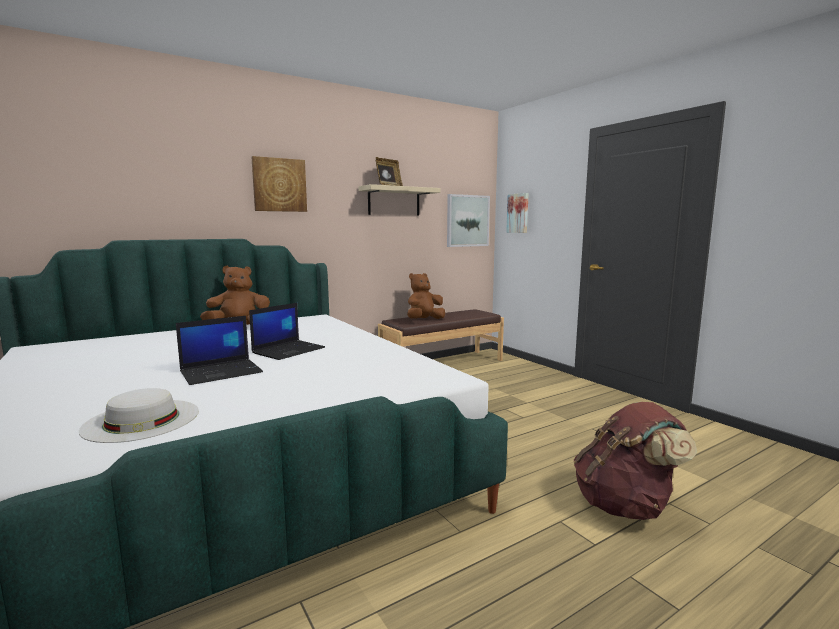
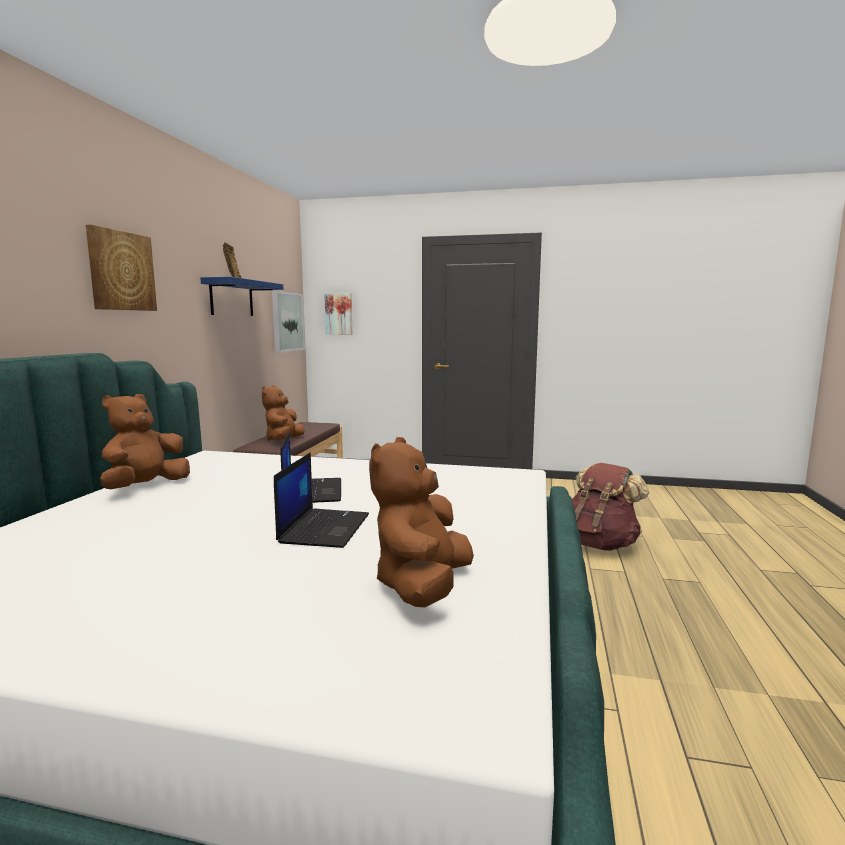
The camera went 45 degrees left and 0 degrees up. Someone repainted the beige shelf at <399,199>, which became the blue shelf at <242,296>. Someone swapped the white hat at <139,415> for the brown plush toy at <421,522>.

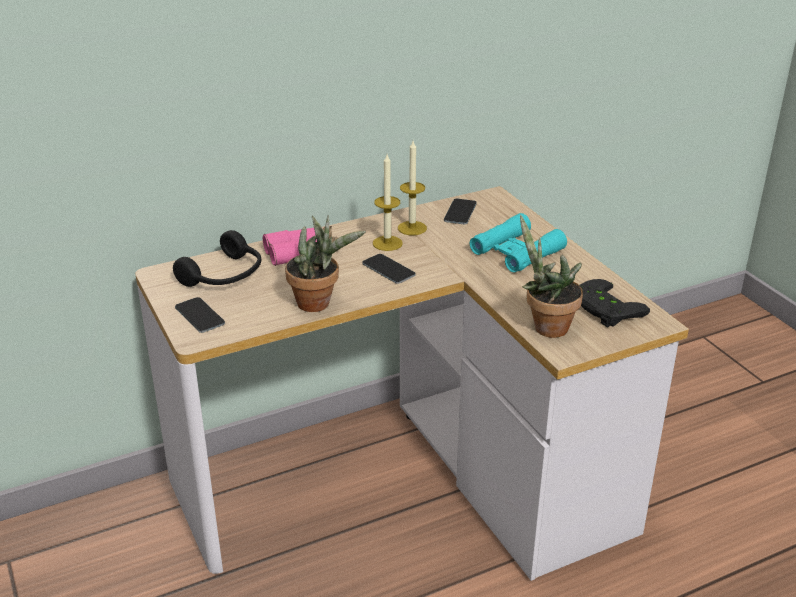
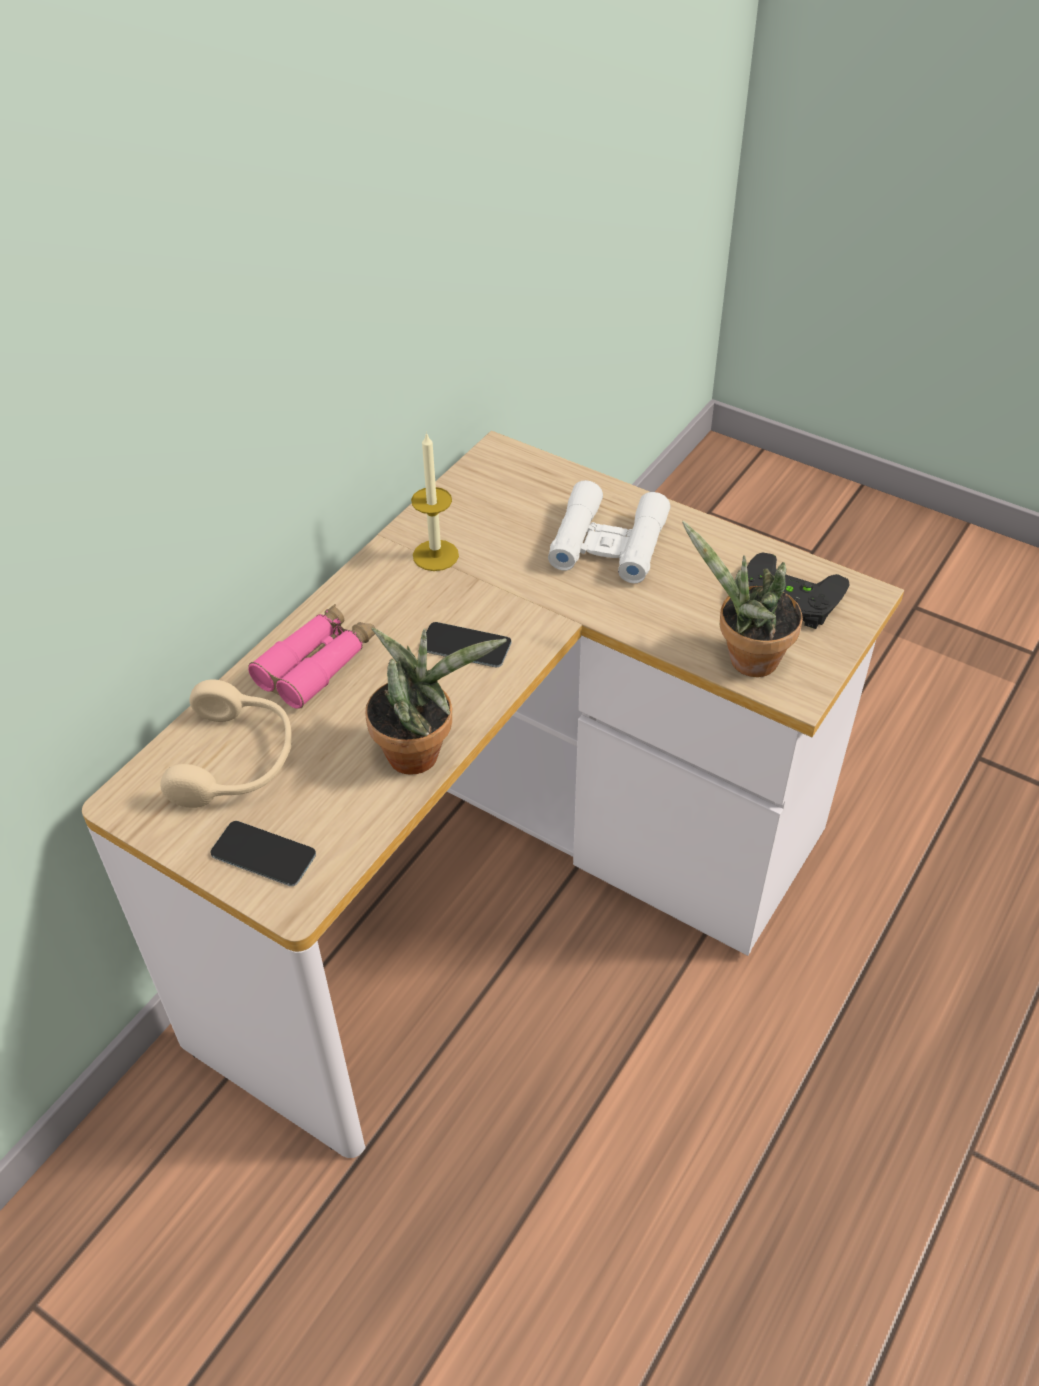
The camera went 30 degrees left and 15 degrees up. Someone repainted the black headphones at <217,258>, which became the beige headphones at <226,744>. Someone repainted the turquoise binoculars at <518,242>, which became the white binoculars at <609,531>. Someone took away the candle at <388,202>. Someone took away the phone at <460,211>.

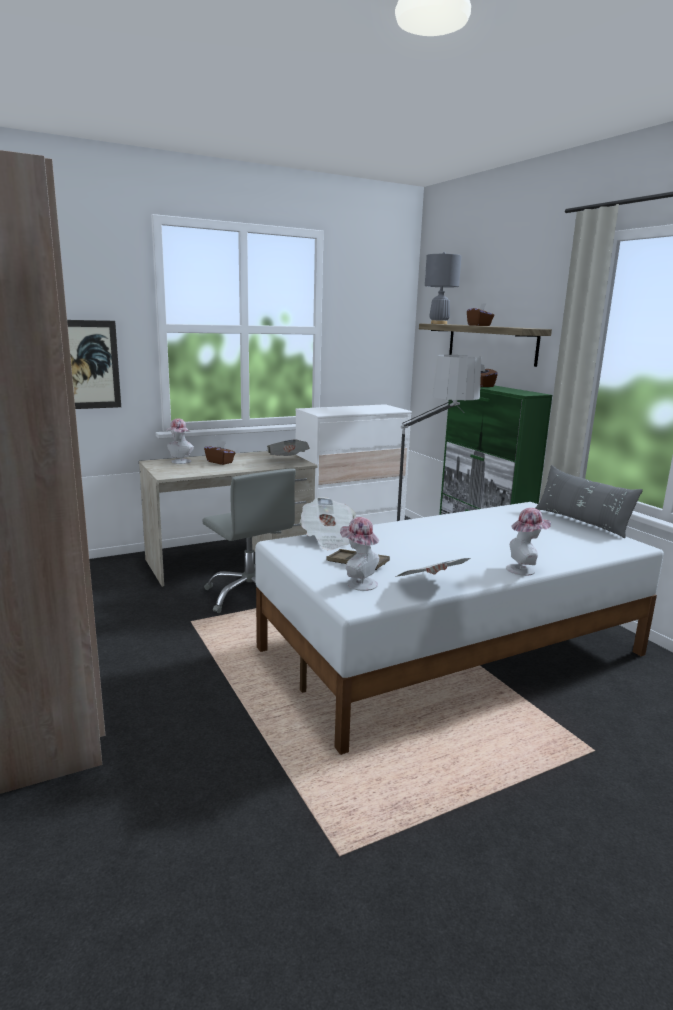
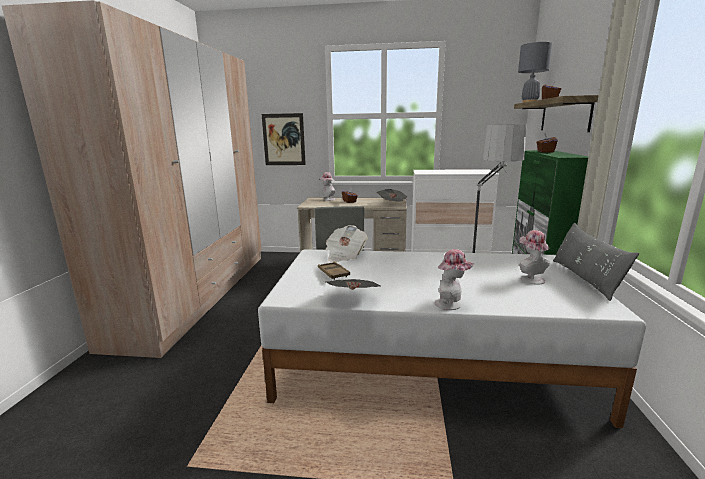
The camera went 35 degrees right and 0 degrees up. Someone carried the hat from <359,554> to <534,257>.

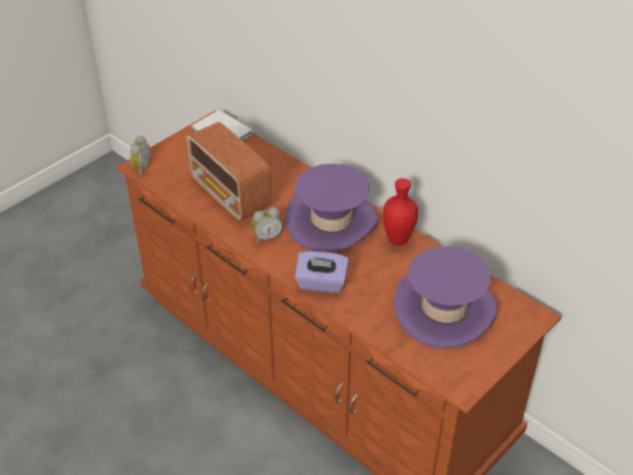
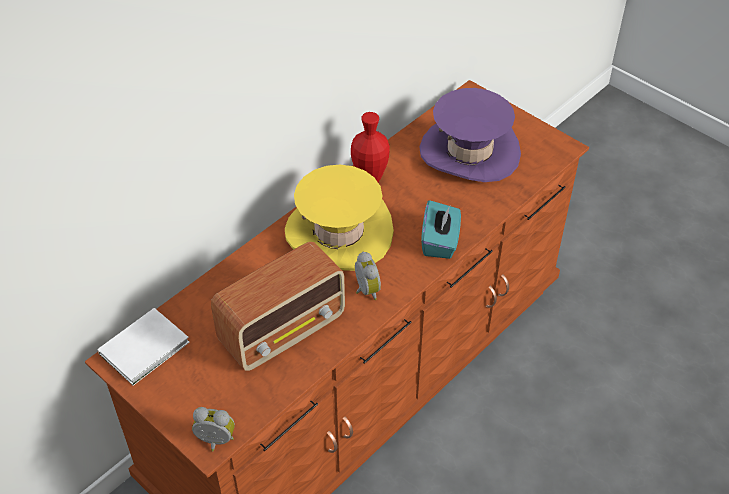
The camera went 90 degrees left and 5 degrees up. Someone repainted the purple hat at <331,208>, which became the yellow hat at <339,218>. Someone repainted the purple tissue box at <322,272>, which became the turquoise tissue box at <441,229>.

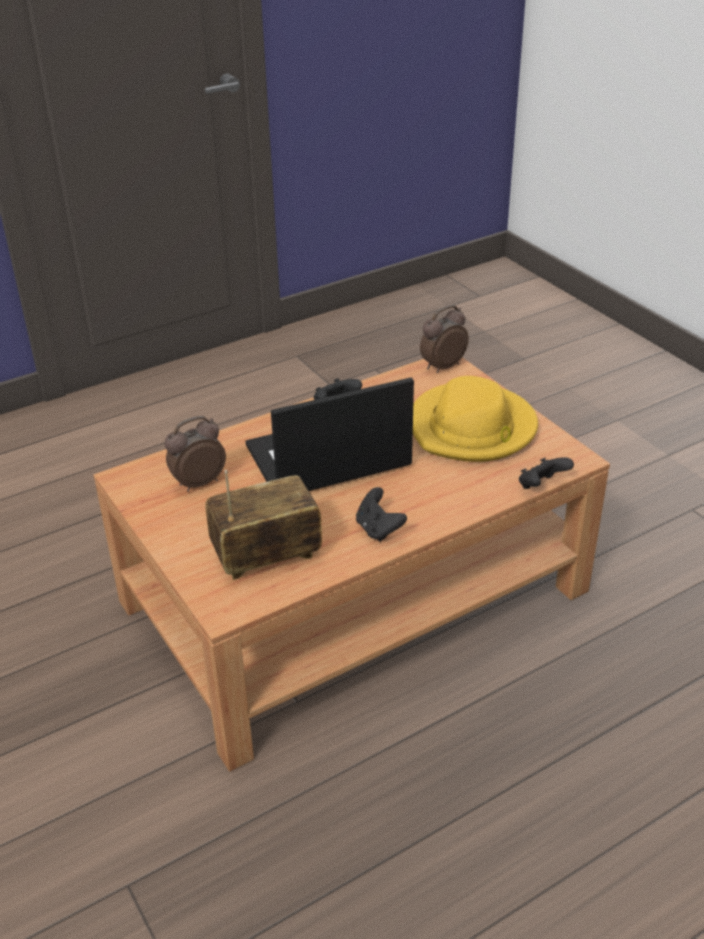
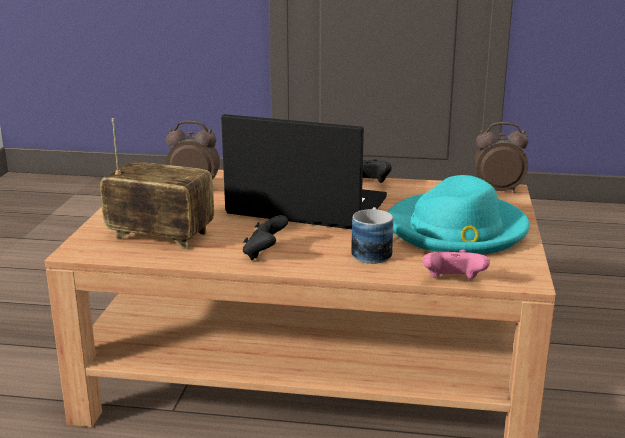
The camera went 40 degrees right and 15 degrees down. Someone put down the mug at <372,235>. Someone repainted the yellow hat at <475,419>, which became the turquoise hat at <458,215>. Someone repainted the black game controller at <546,473>, which became the pink game controller at <456,264>.

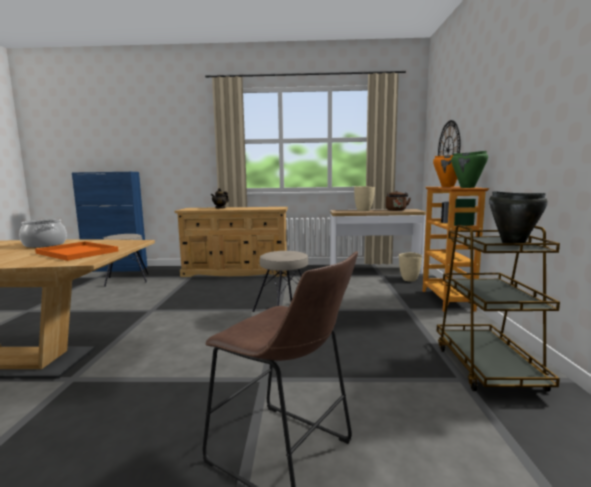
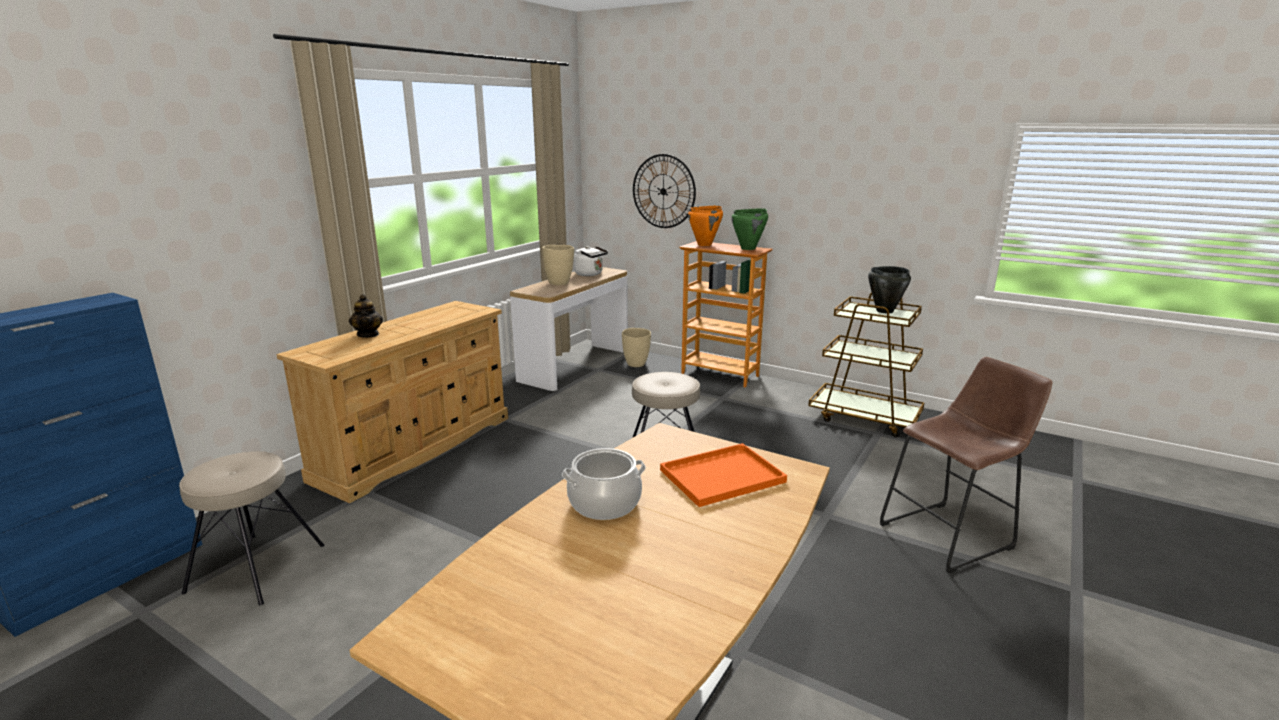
The camera went 60 degrees left and 10 degrees up. Someone repainted the brown kettle at <398,201>, which became the white kettle at <591,261>.

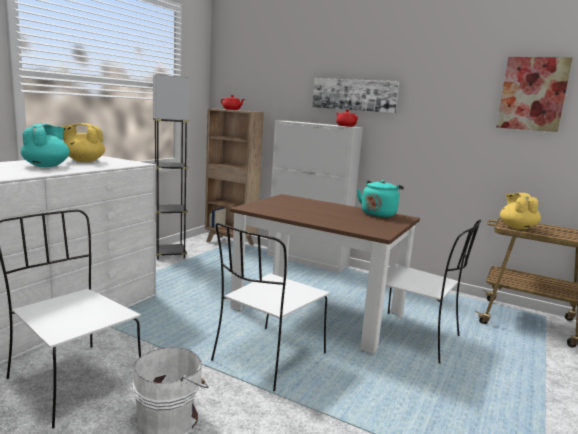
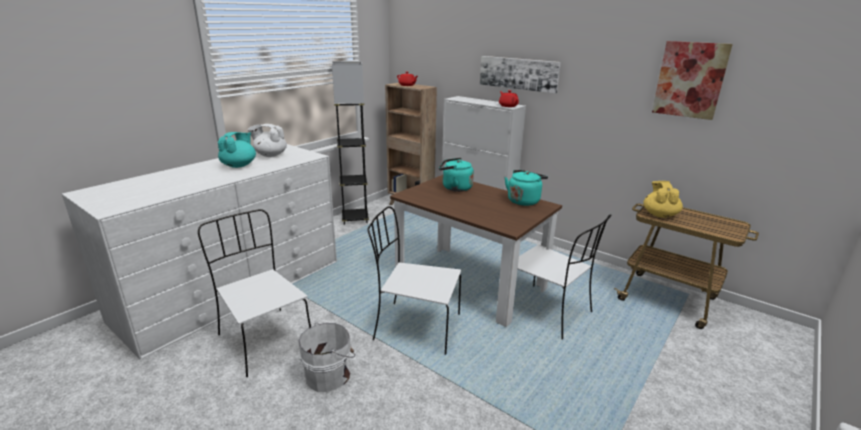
The camera went 10 degrees right and 10 degrees up. Someone repainted the yellow teapot at <83,142>, which became the white teapot at <267,140>. Someone rotated the white chair at <270,307> by 60 degrees clockwise. Someone put down the turquoise kettle at <456,175>.

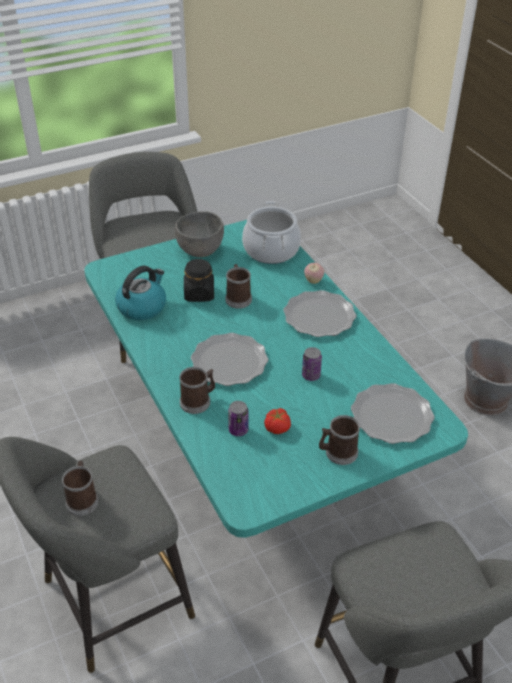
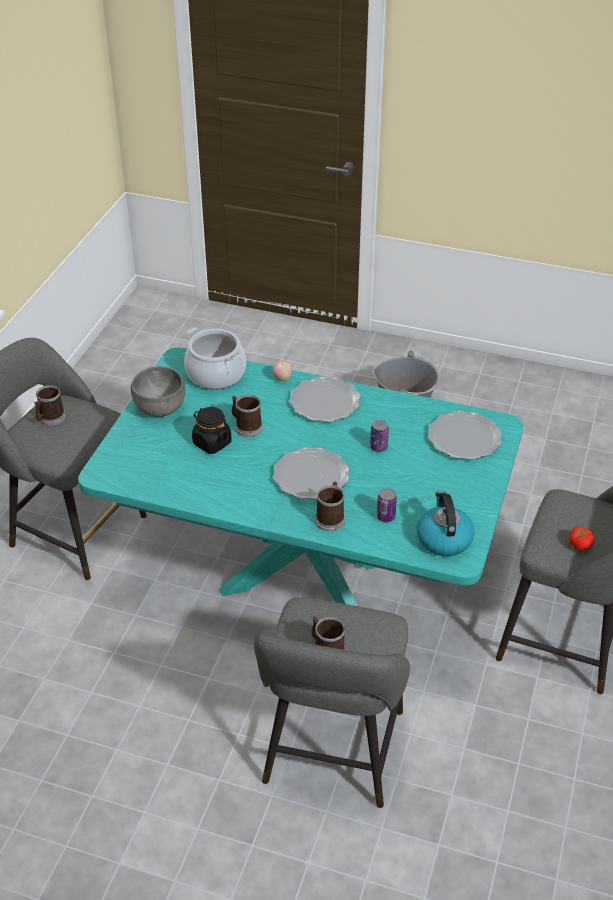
The camera went 45 degrees left and 0 degrees up. Someone carried the mug from <339,440> to <50,405>. Someone carried the kettle from <140,293> to <445,523>. Someone carried the tomato from <277,421> to <582,538>.

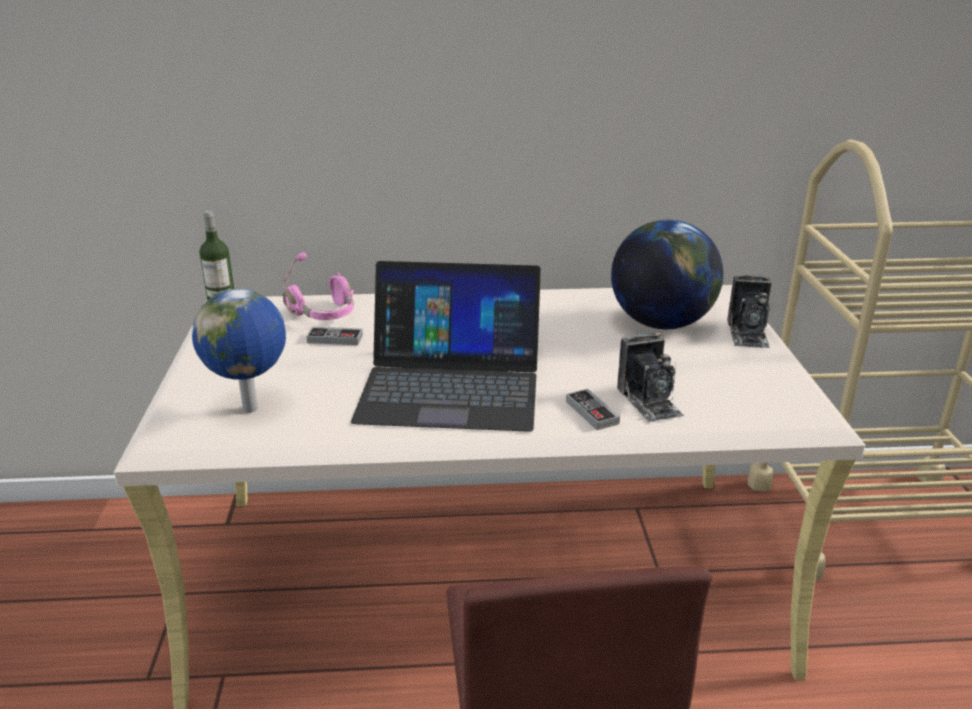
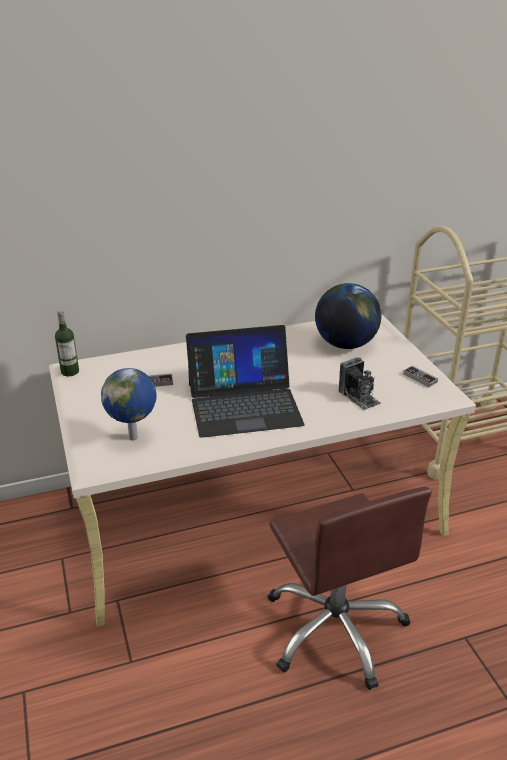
The camera went 15 degrees left and 5 degrees up. Someone carried the game controller from <593,409> to <420,376>. Someone took away the pink headphones at <318,286>. Someone took away the photo camera at <749,311>.

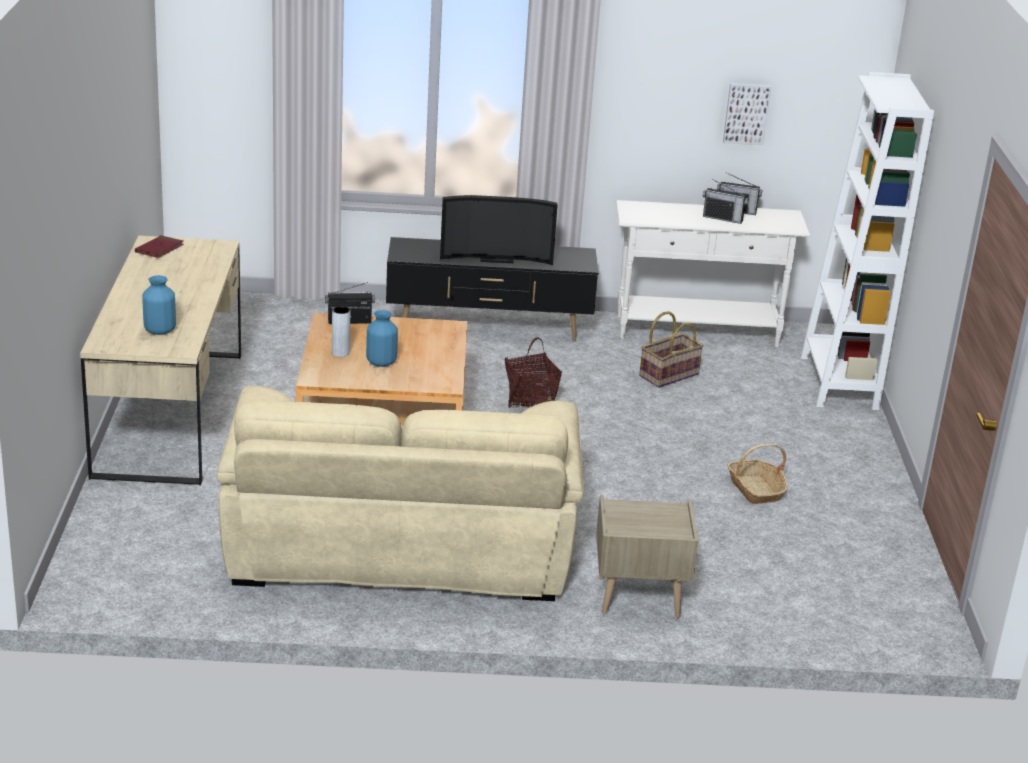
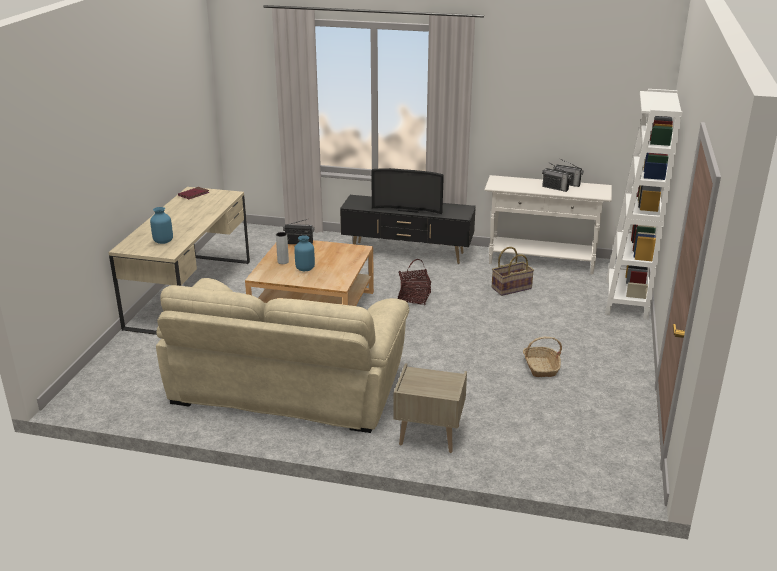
The camera went 15 degrees right and 0 degrees up. Someone took away the picture at <747,114>.

